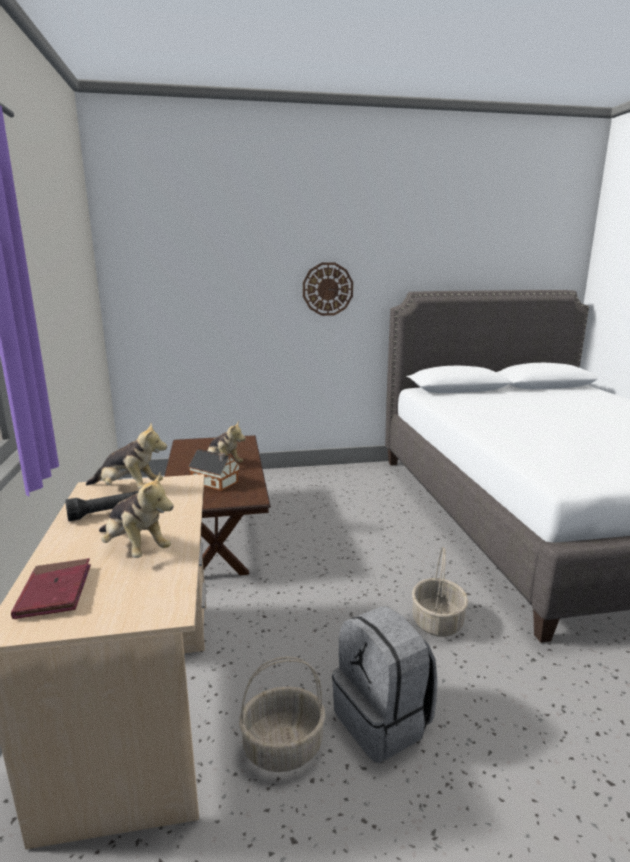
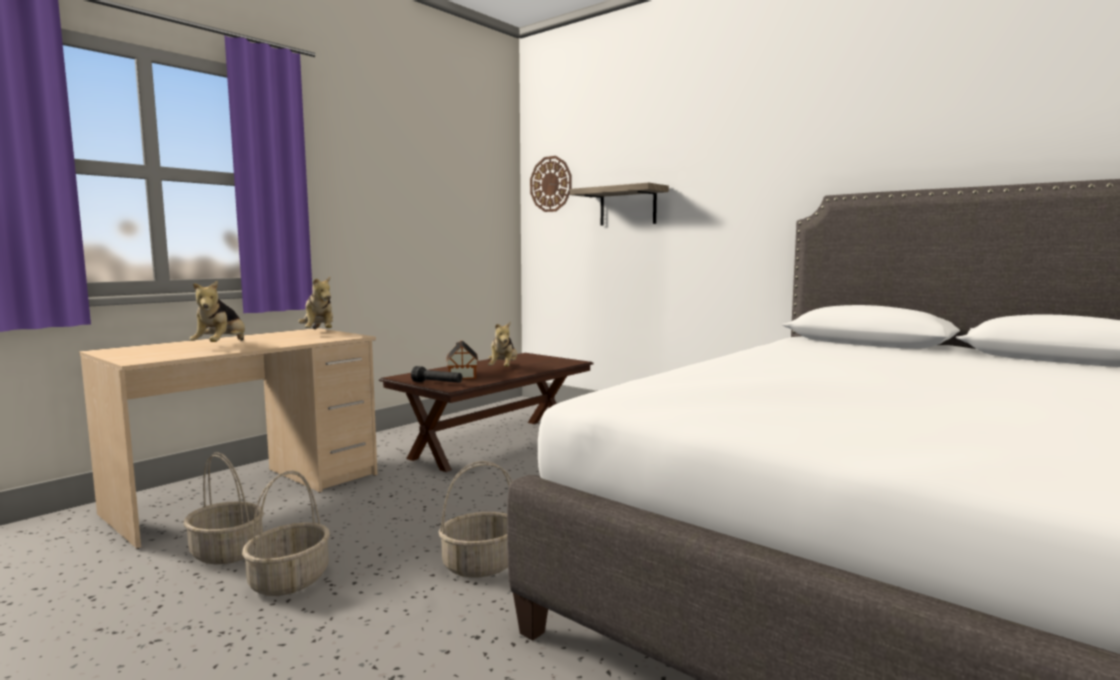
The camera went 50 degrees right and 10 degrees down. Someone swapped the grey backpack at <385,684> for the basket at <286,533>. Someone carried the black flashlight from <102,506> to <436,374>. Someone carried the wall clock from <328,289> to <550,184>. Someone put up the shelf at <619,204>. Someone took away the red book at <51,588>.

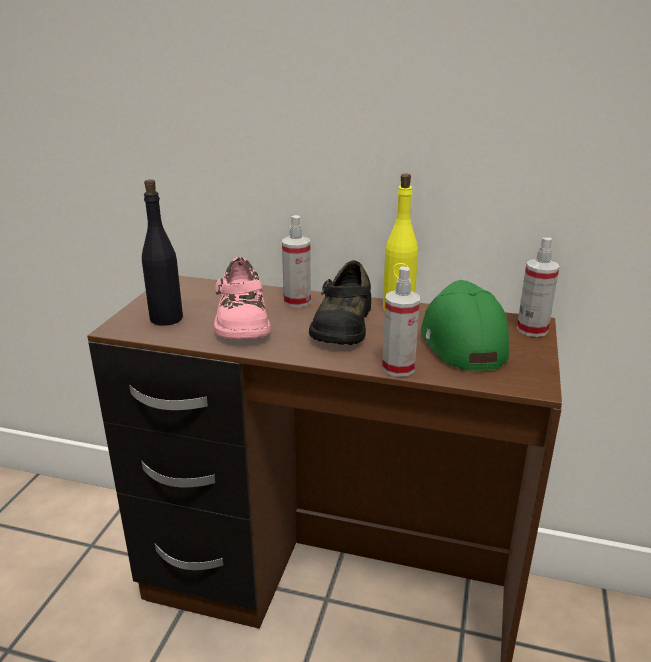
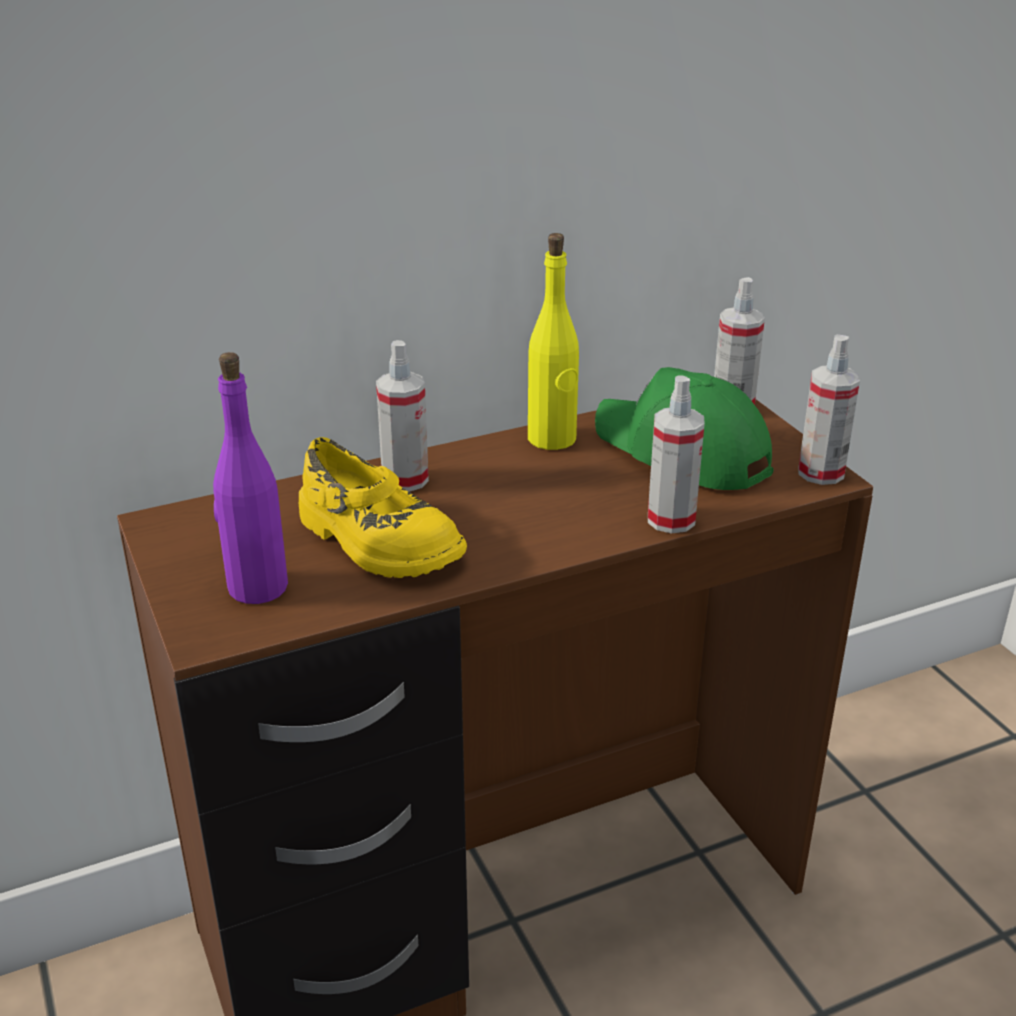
The camera went 40 degrees left and 5 degrees up. Someone repainted the black bottle at <162,252>, which became the purple bottle at <250,478>. Someone repainted the pink shoe at <242,298>, which became the yellow shoe at <383,507>. Someone put down the spray bottle at <829,409>. Someone took away the black shoe at <340,302>.

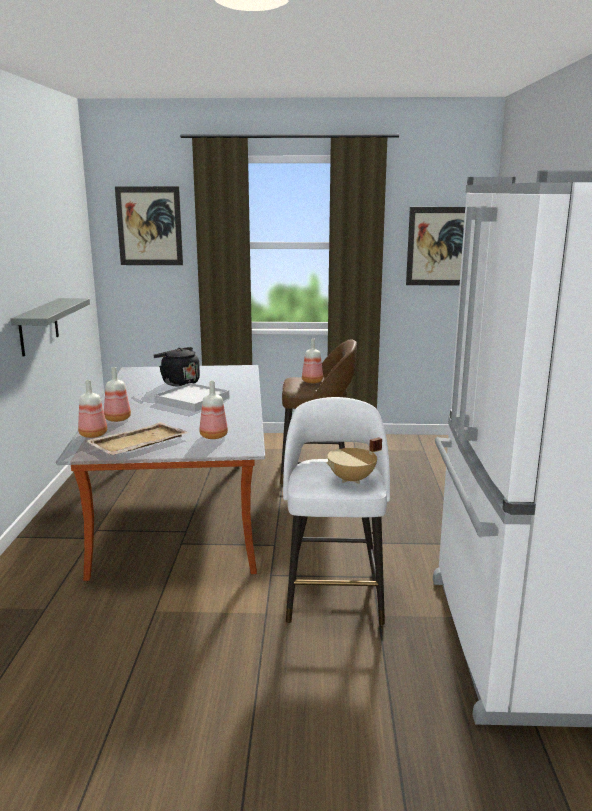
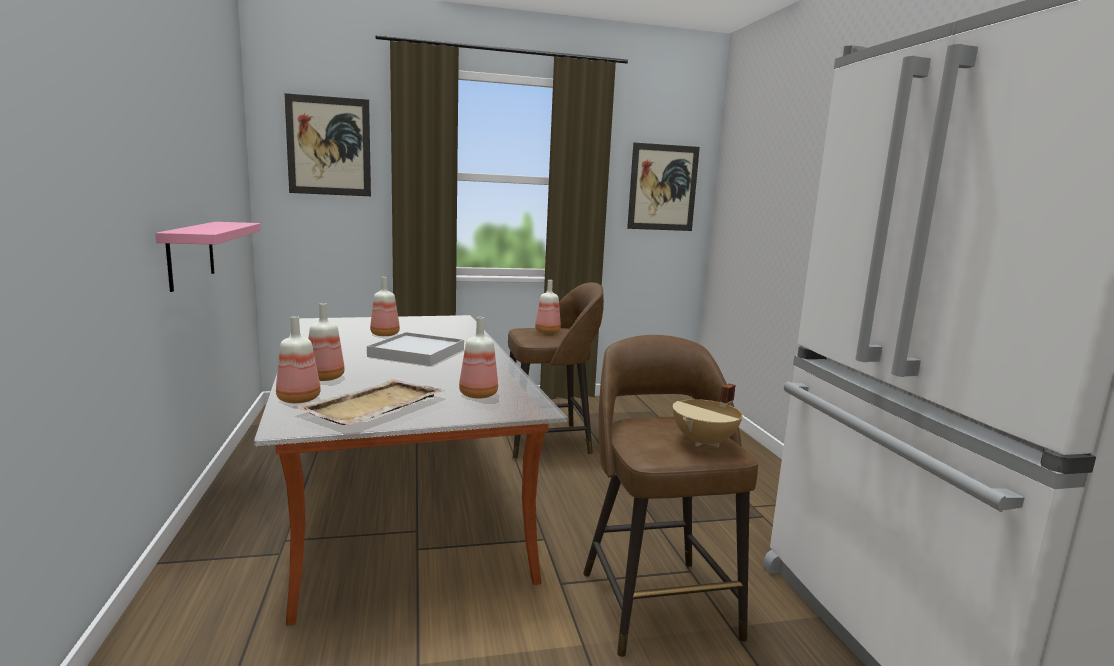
The camera went 15 degrees left and 5 degrees down. Someone repainted the grey shelf at <50,327>, which became the pink shelf at <208,257>. Someone swapped the black kettle at <176,367> for the bottle at <385,306>. Someone repainted the white stool at <336,511>, which became the brown stool at <670,496>.

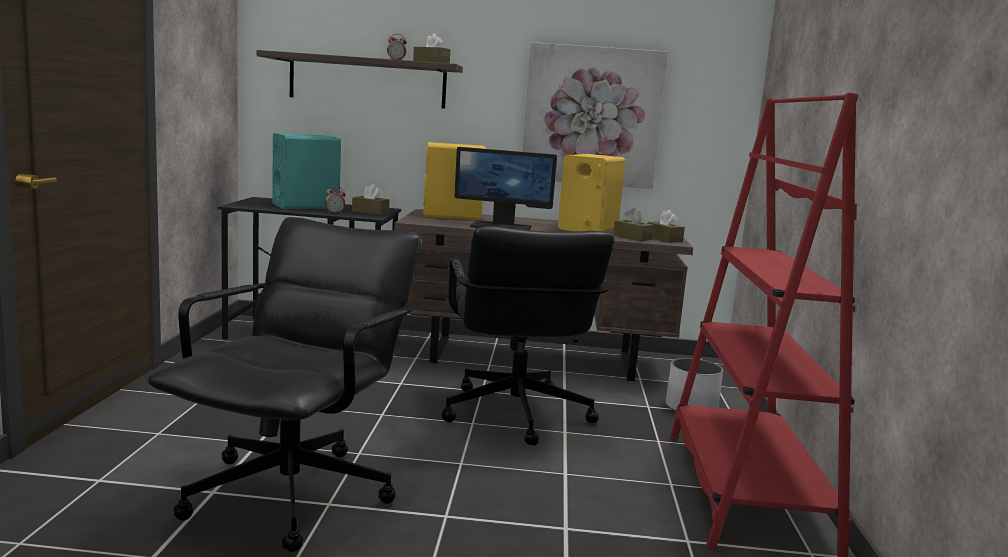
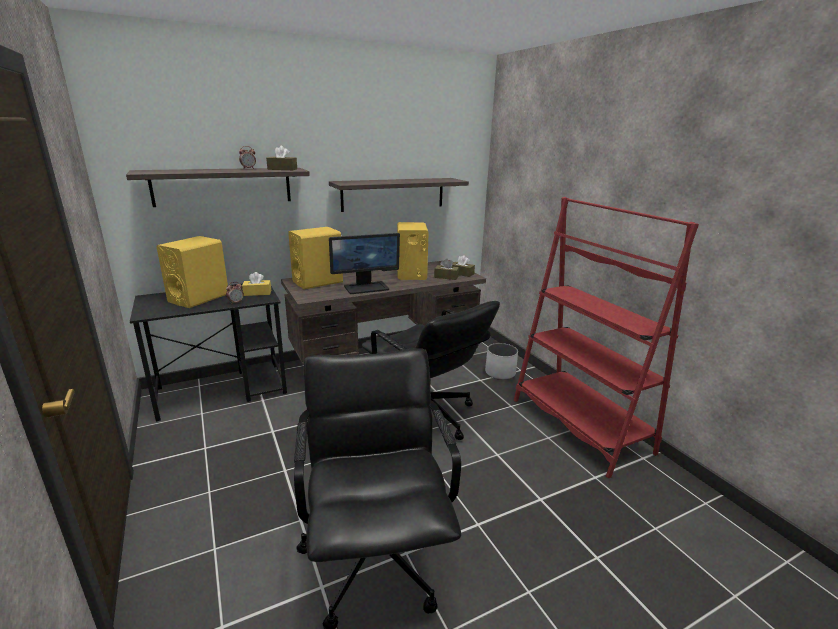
The camera went 30 degrees left and 10 degrees up. Someone repainted the turquoise speaker at <306,171>, which became the yellow speaker at <192,272>. Someone repainted the brown tissue box at <371,199>, which became the yellow tissue box at <256,284>. Someone swapped the picture at <595,115> for the shelf at <399,195>.

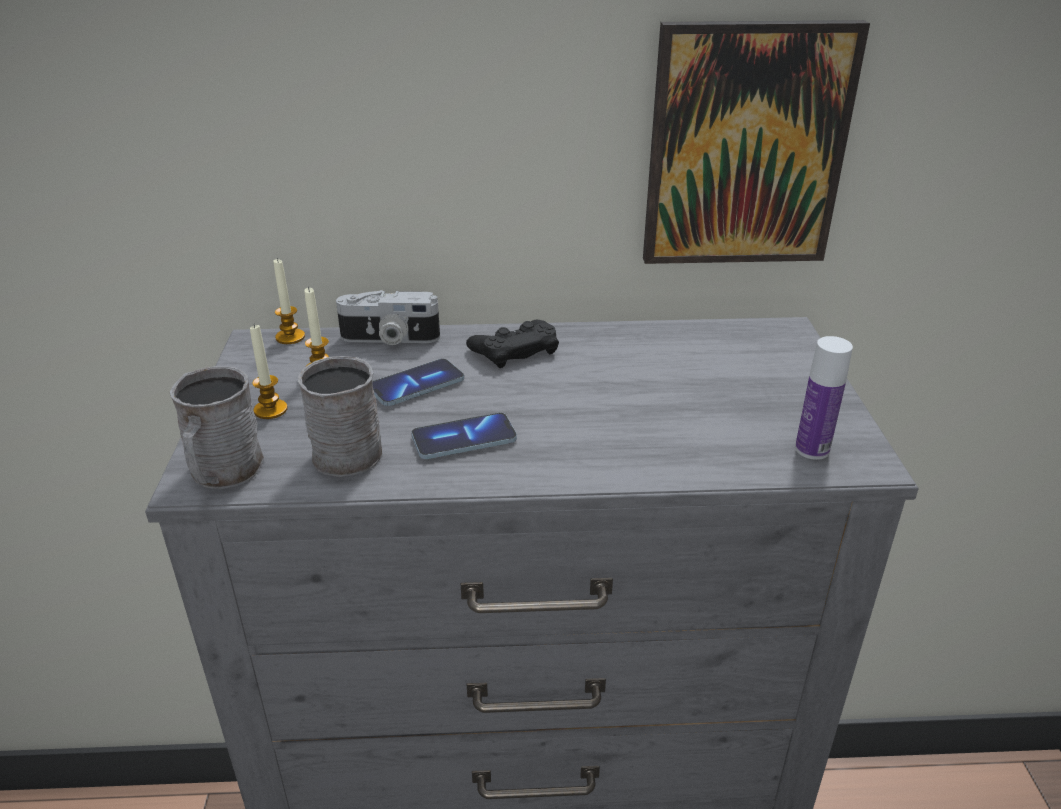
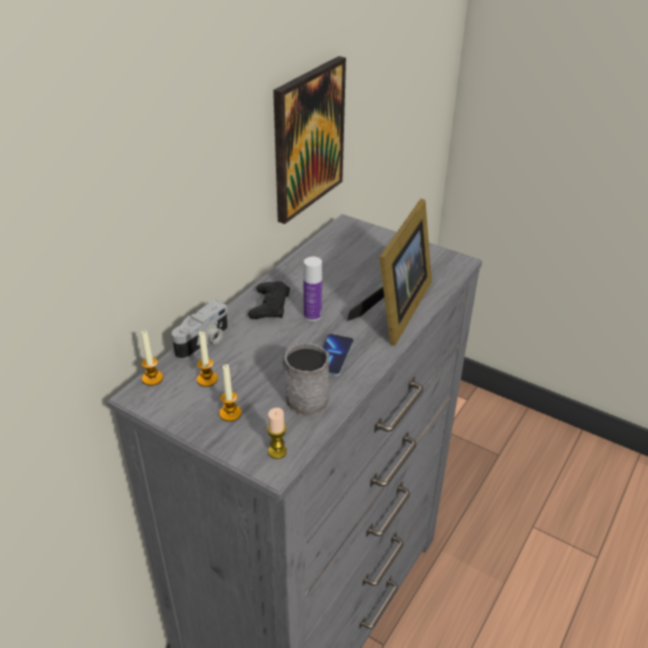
The camera went 55 degrees left and 5 degrees up. Someone swapped the grey mug at <217,427> for the candle at <277,433>. Someone carried the bottle from <824,398> to <312,289>. Someone put down the picture frame at <389,272>. Someone took away the phone at <418,382>.

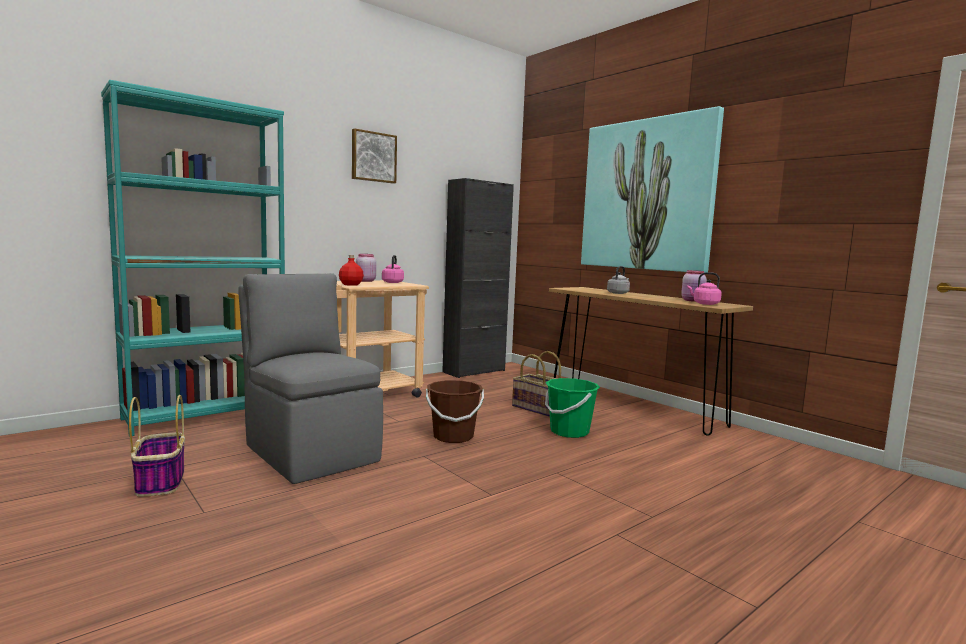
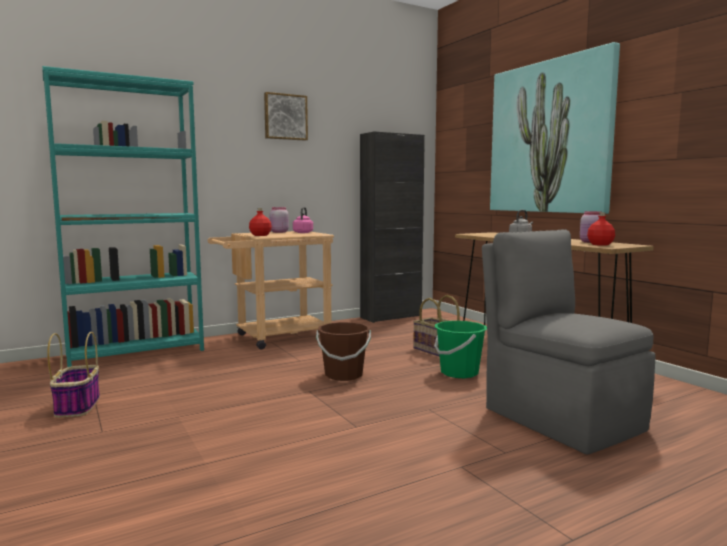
The camera went 10 degrees right and 0 degrees up. Someone carried the grey chair from <310,378> to <569,341>. Someone swapped the pink kettle at <704,288> for the red bottle at <601,229>.

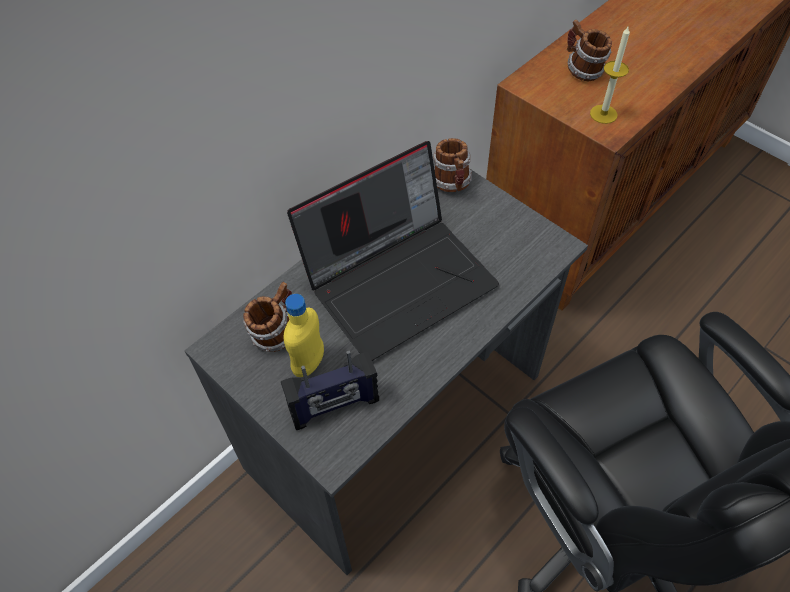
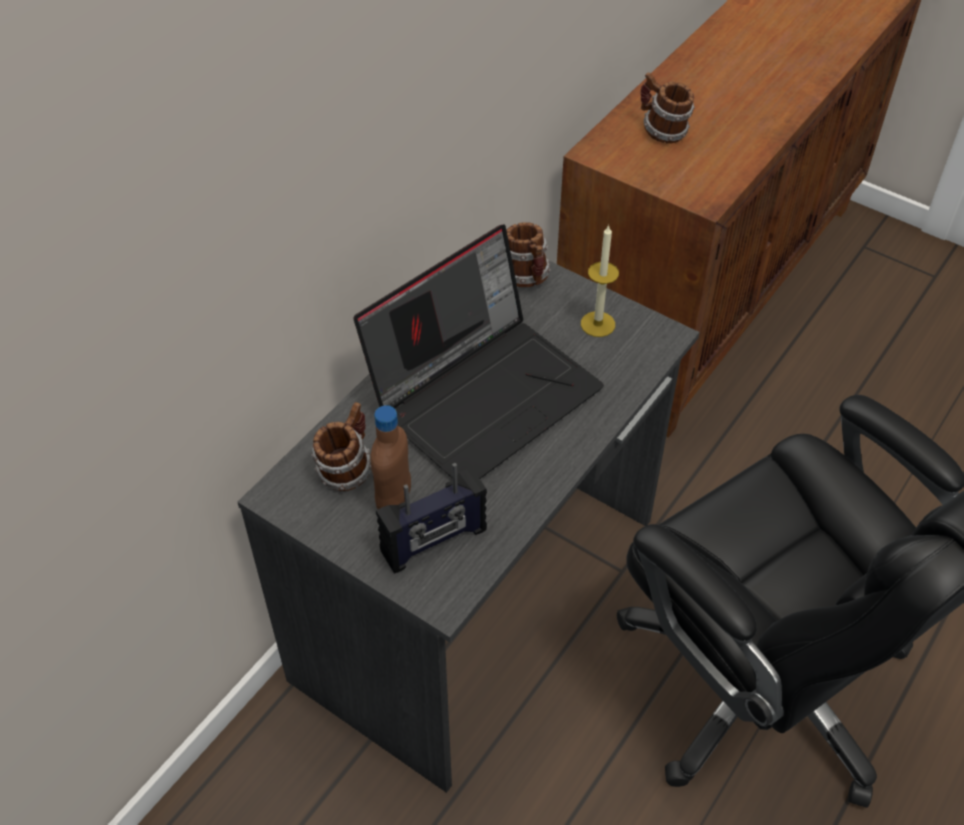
The camera went 10 degrees left and 5 degrees down. Someone repainted the yellow bottle at <304,335>, which became the brown bottle at <390,457>. Someone carried the candle from <610,74> to <600,281>.

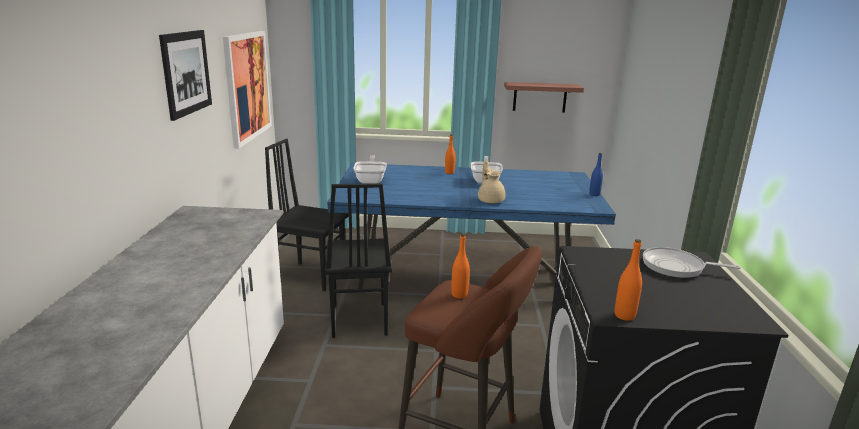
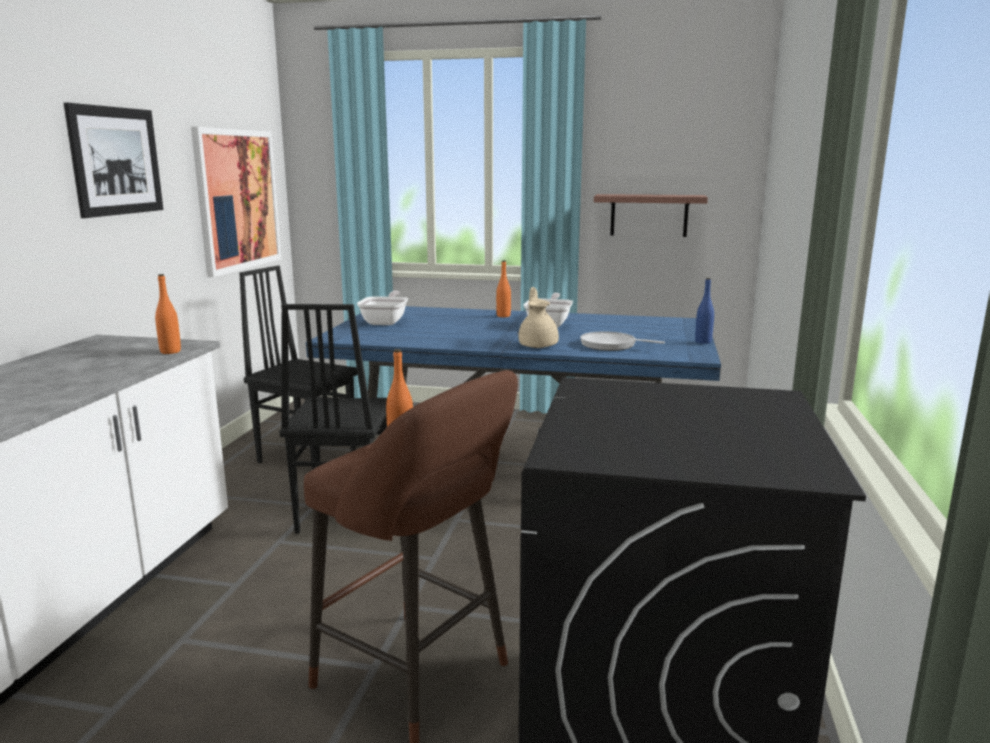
The camera went 10 degrees right and 5 degrees down. Someone carried the orange bottle from <628,280> to <168,314>. Someone carried the frying pan from <692,262> to <622,341>.

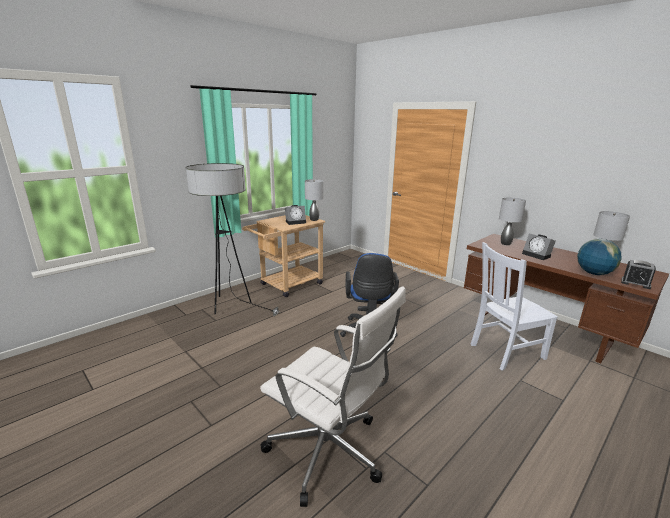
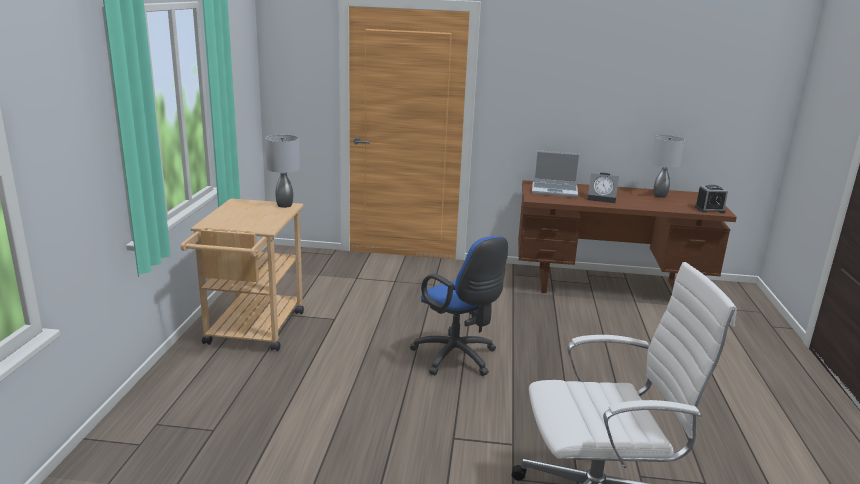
The camera went 40 degrees left and 0 degrees up. Someone swapped the grey table lamp at <512,221> for the laptop at <556,173>. Someone took away the floor lamp at <232,239>. Someone took away the alarm clock at <295,215>. Someone took away the white chair at <514,306>. Someone took away the globe at <599,257>.

